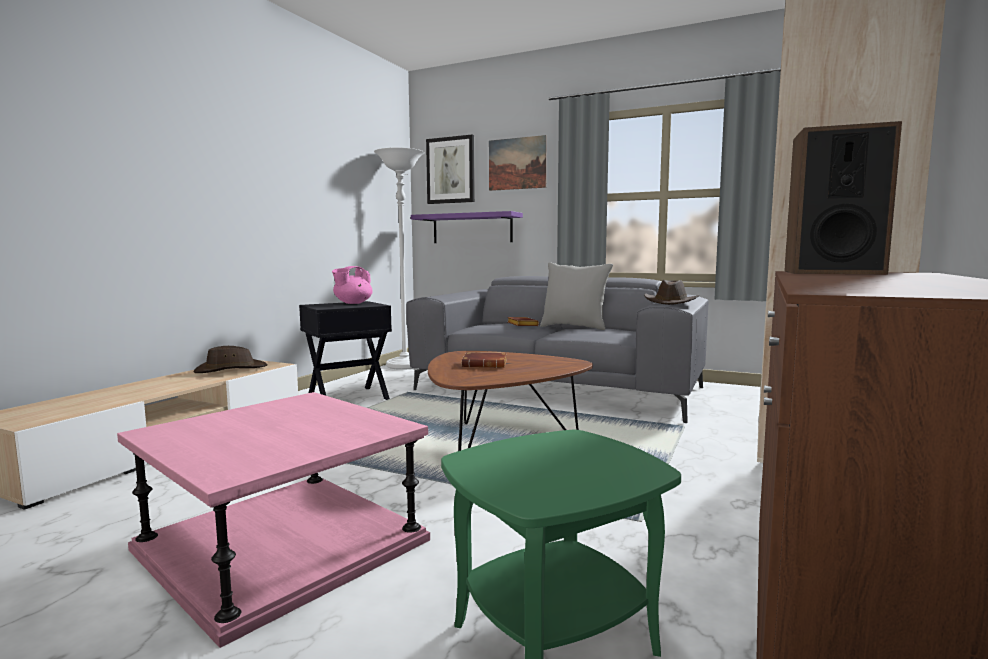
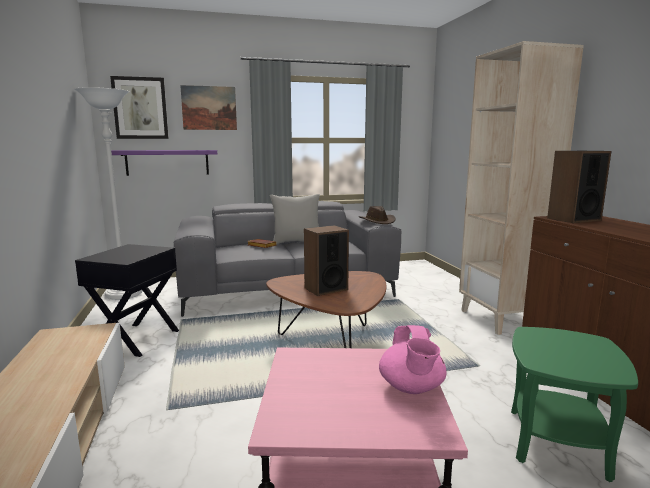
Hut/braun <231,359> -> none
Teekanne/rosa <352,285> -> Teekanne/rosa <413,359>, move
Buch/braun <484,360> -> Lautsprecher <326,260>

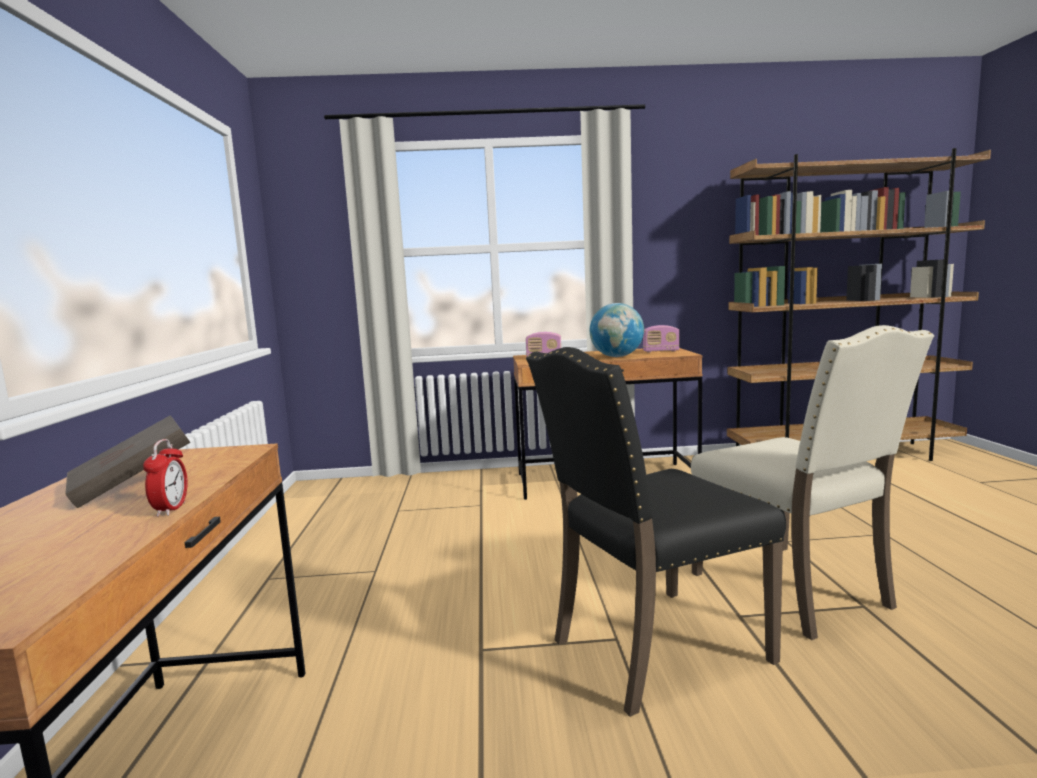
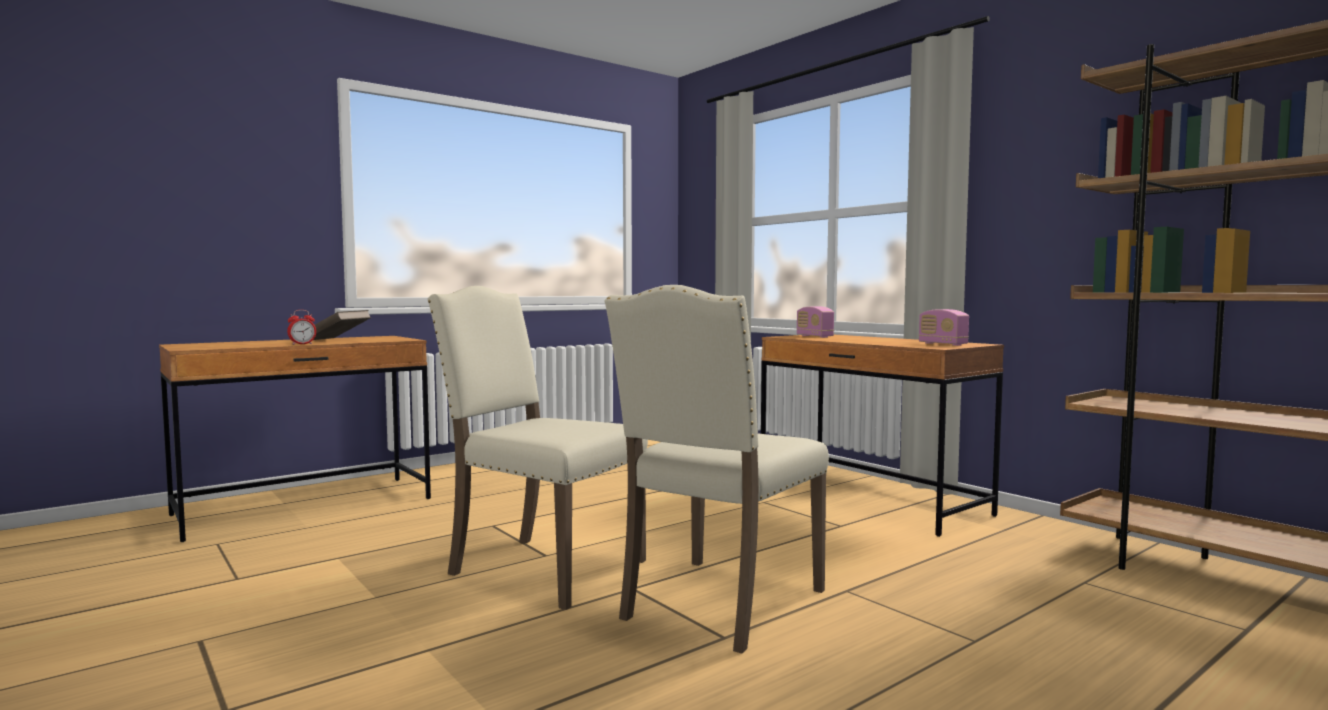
Globus <617,330> -> none
Stuhl/schwarz <656,532> -> Stuhl/beige <537,448>

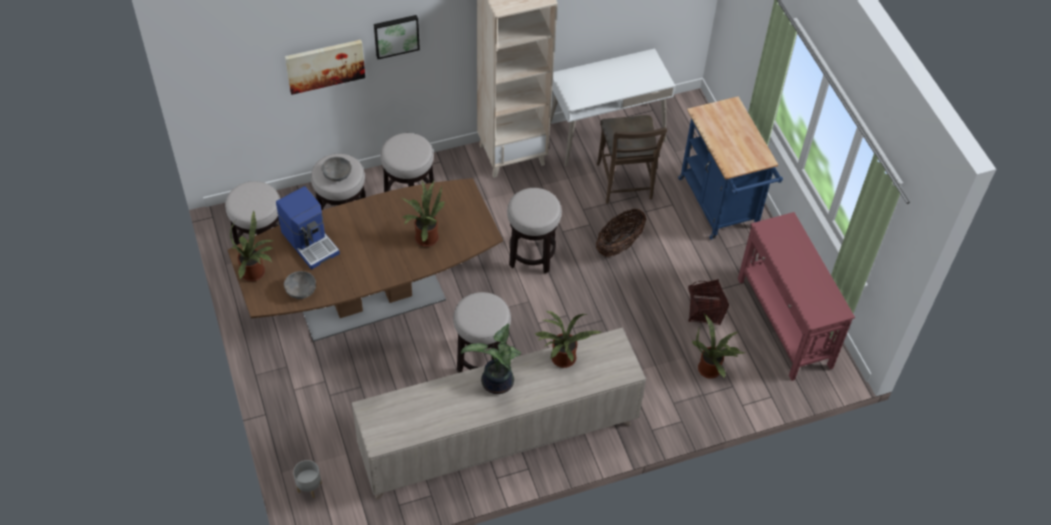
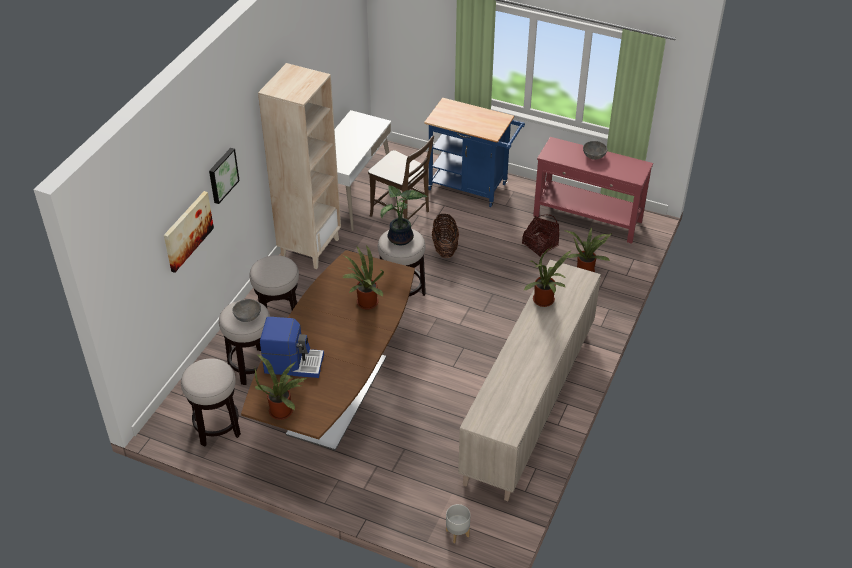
Hocker <482,332> -> none
Schüssel/grau <300,285> -> Schüssel/grau <595,150>, move
Topfpflanze <491,359> -> Topfpflanze <404,215>, move

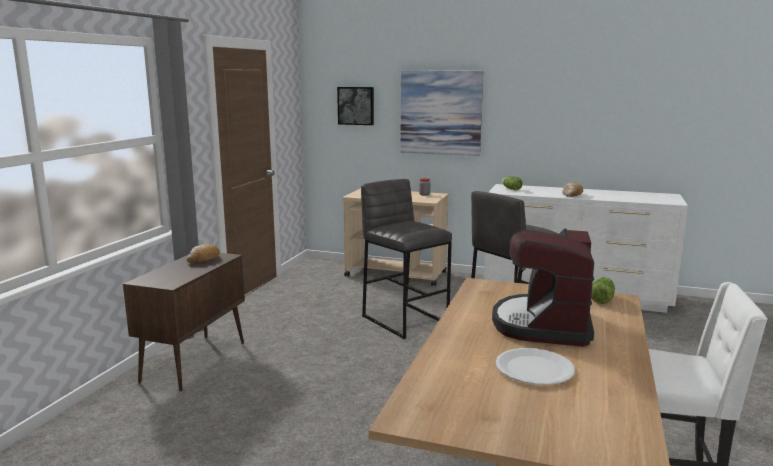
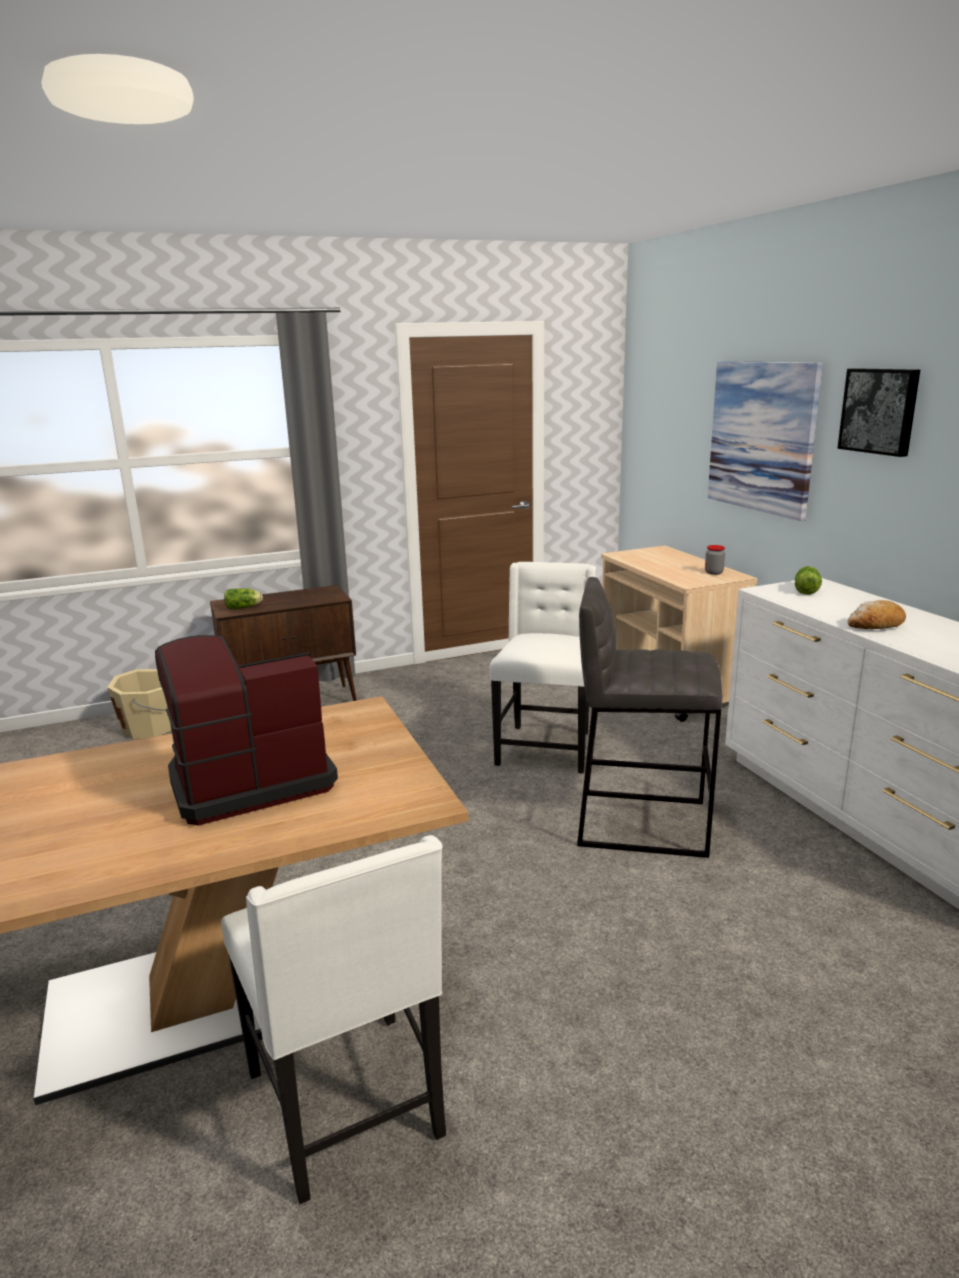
Brot <203,253> -> none
Teller/weiß <535,366> -> none
none -> Eimer/beige <139,704>
Bild <355,106> -> Bild <878,412>, move
Salatkopf <603,290> -> Salatkopf <243,598>, move
Hocker/grau <406,259> -> Stuhl/weiß <543,668>

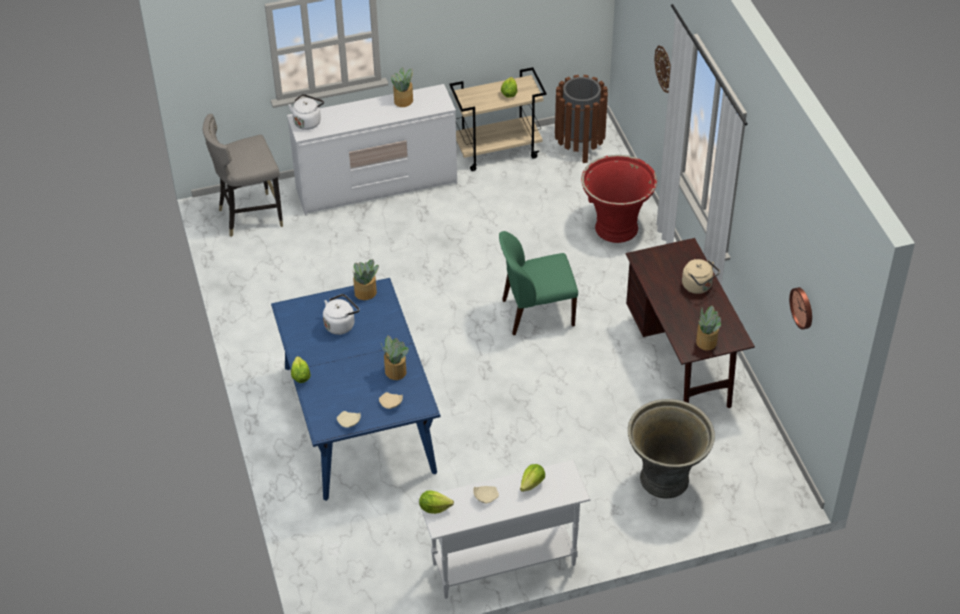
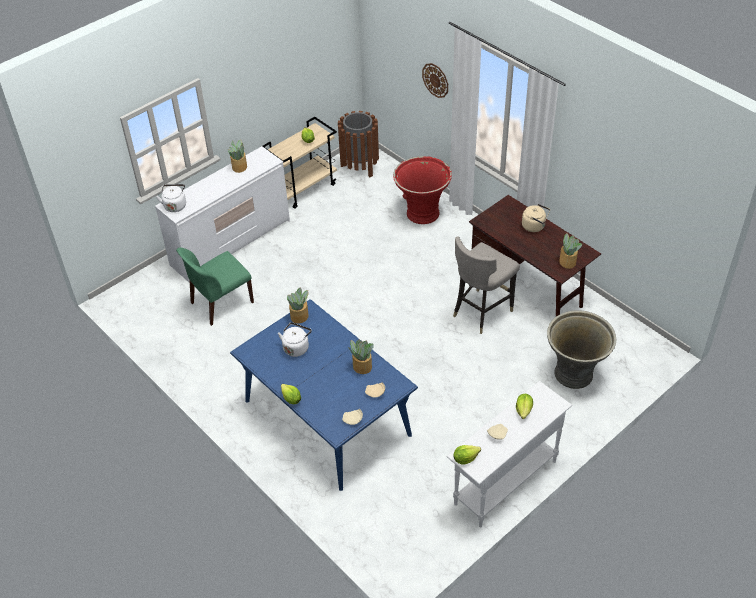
Wanduhr <800,308> -> none
Hocker/grau <243,175> -> Hocker/grau <486,285>, move
Stuhl/grün <538,283> -> Stuhl/grün <215,286>, move

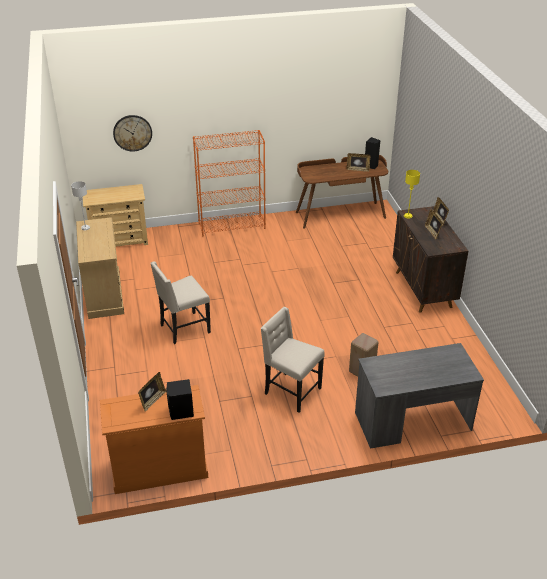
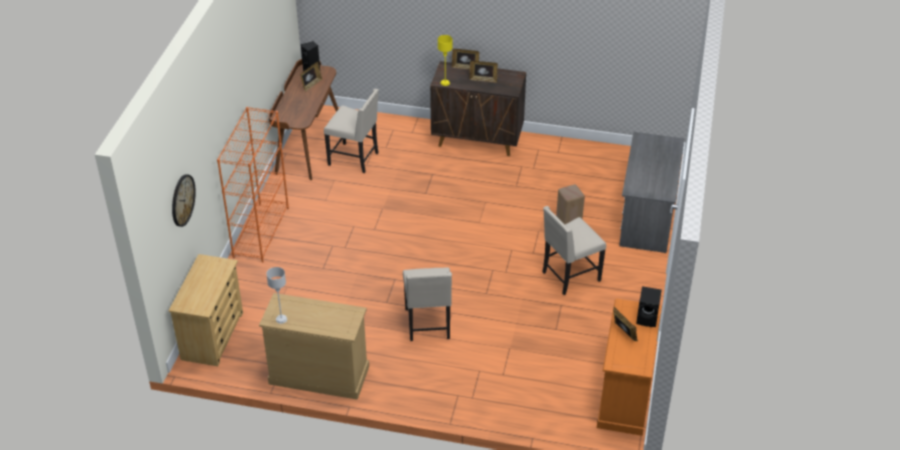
none -> Stuhl/beige <351,131>

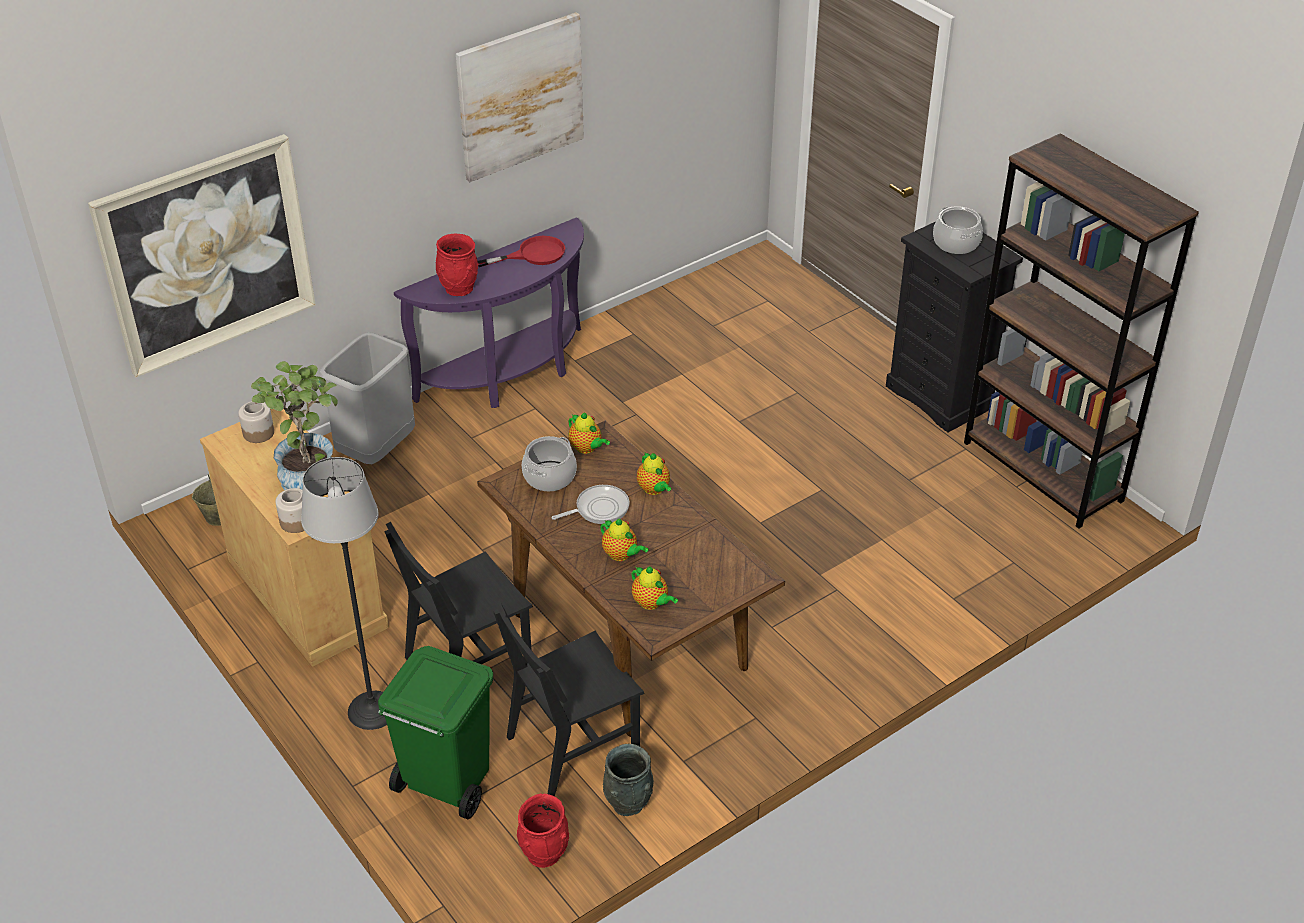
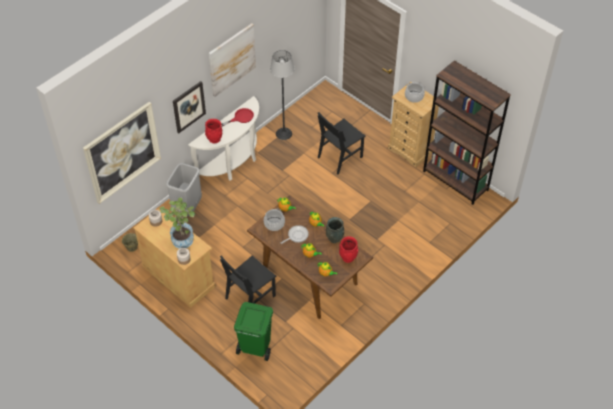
none -> Bild <189,107>
Stehlampe <344,593> -> Stehlampe <282,95>, move
Stuhl/schwarz <568,698> -> Stuhl/schwarz <342,143>, move
Vase/rot <543,831> -> Vase/rot <348,249>, move
Vase/grau <628,780> -> Vase/grau <335,230>, move
Konsolentisch/lila <489,312> -> Konsolentisch/weiß <223,138>
Kommode/schwarz <954,327> -> Kommode/beige <413,124>

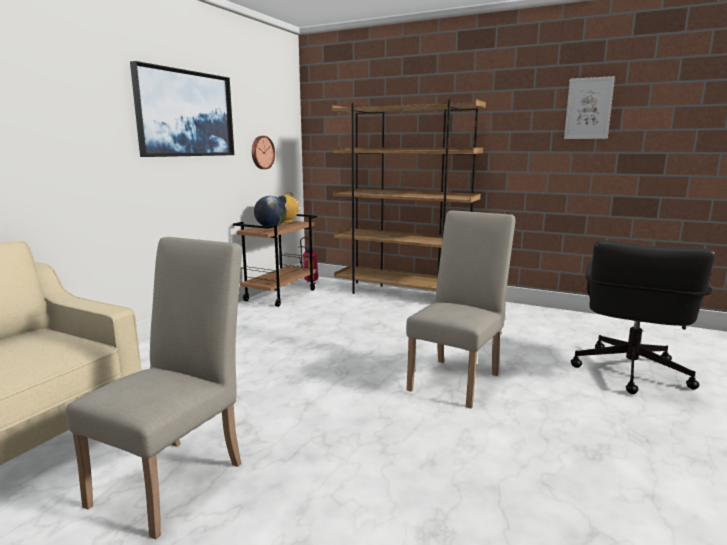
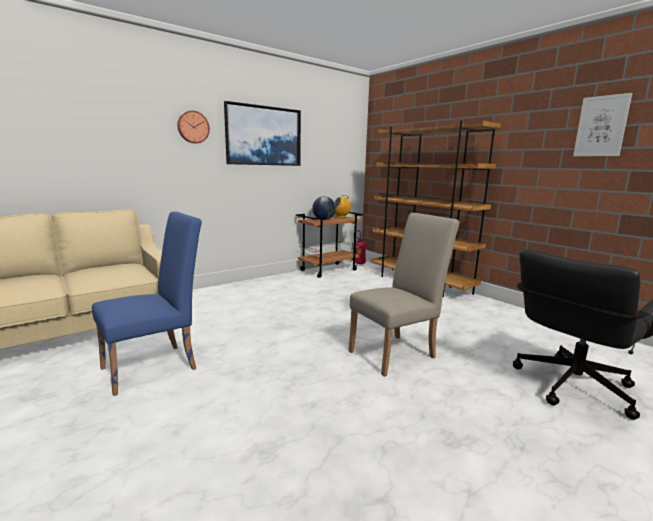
Wanduhr <263,152> -> Wanduhr <193,126>, move
Stuhl/beige <153,388> -> Stuhl/blau <147,303>

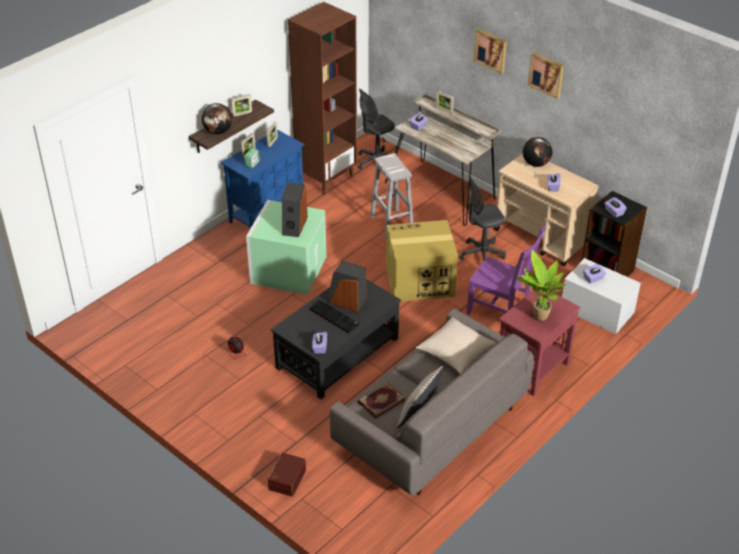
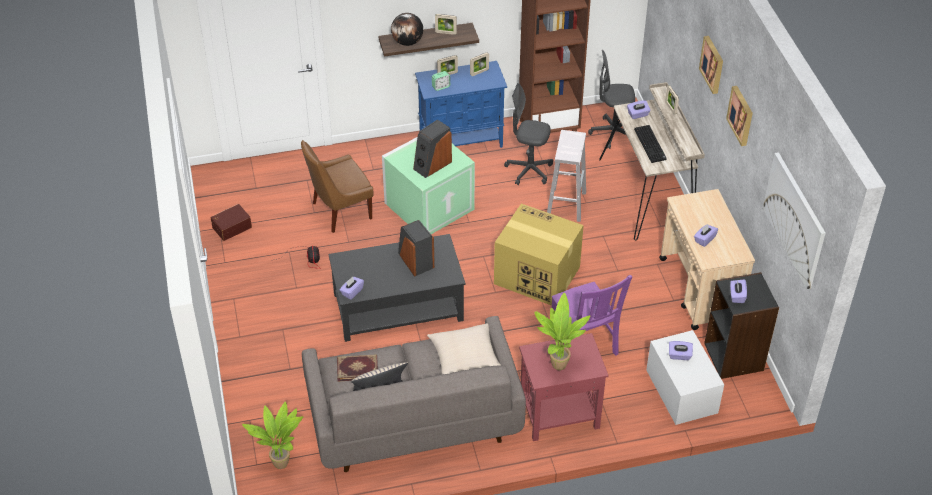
Globus <538,152> -> none
none -> Topfpflanze <273,435>
none -> Stuhl/braun <337,186>
none -> Bild <794,220>
Aufbewahrungsbox/braun <287,475> -> Aufbewahrungsbox/braun <231,222>, move
Tastatur <334,316> -> Tastatur <650,144>, move
Bürostuhl/grau <482,218> -> Bürostuhl/grau <528,134>, move

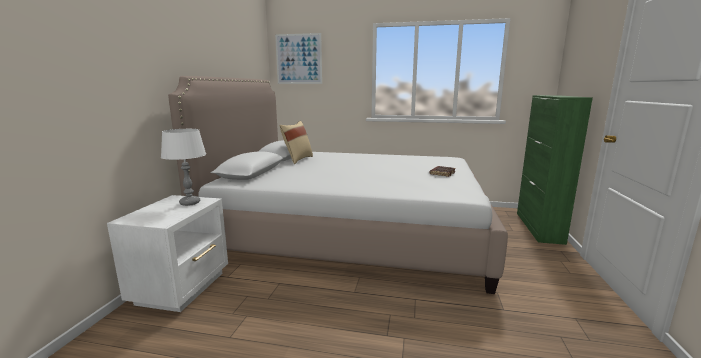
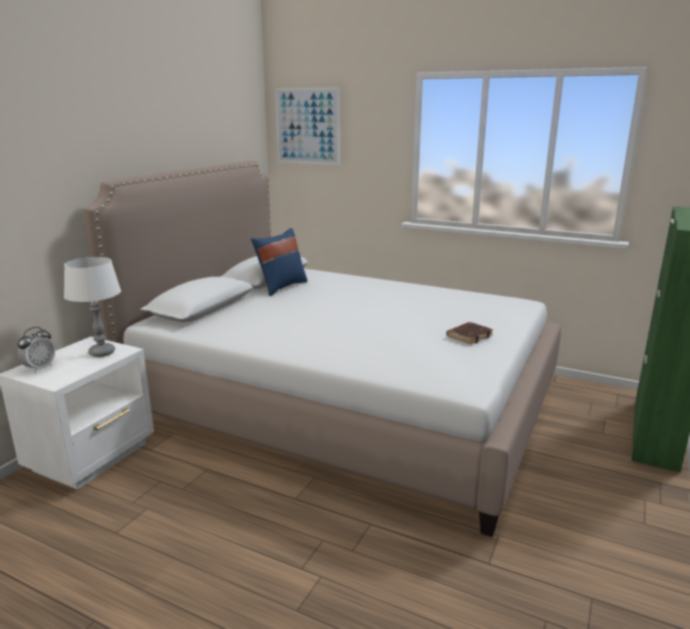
none -> Wecker <36,350>
Kissen/beige <296,142> -> Kissen/blau <279,262>

